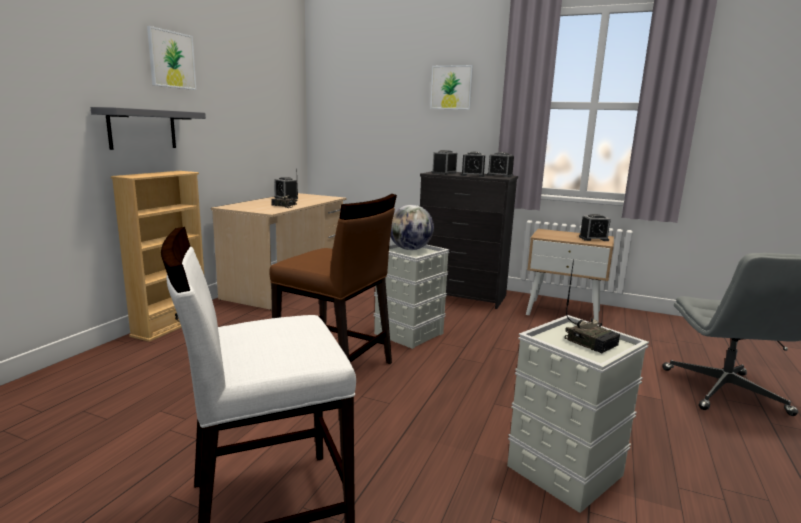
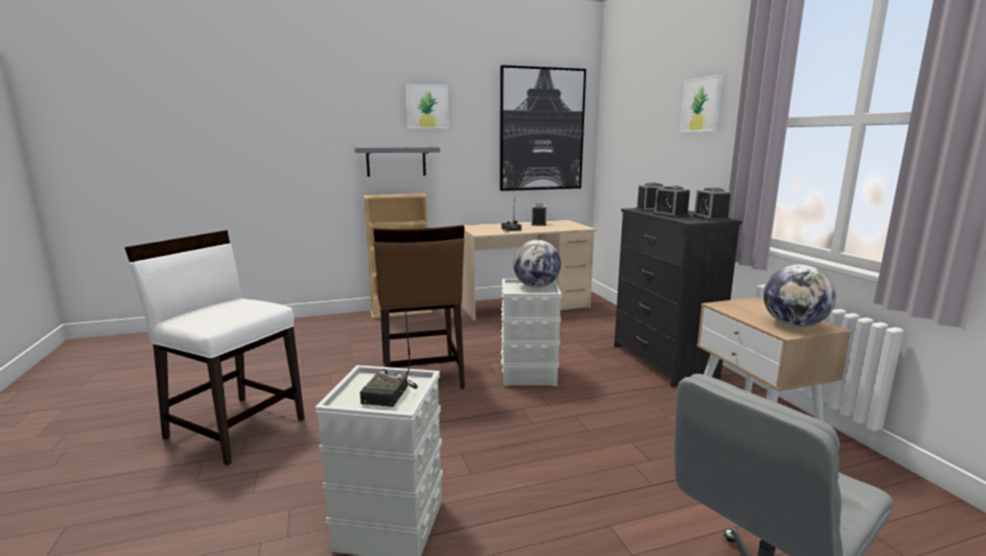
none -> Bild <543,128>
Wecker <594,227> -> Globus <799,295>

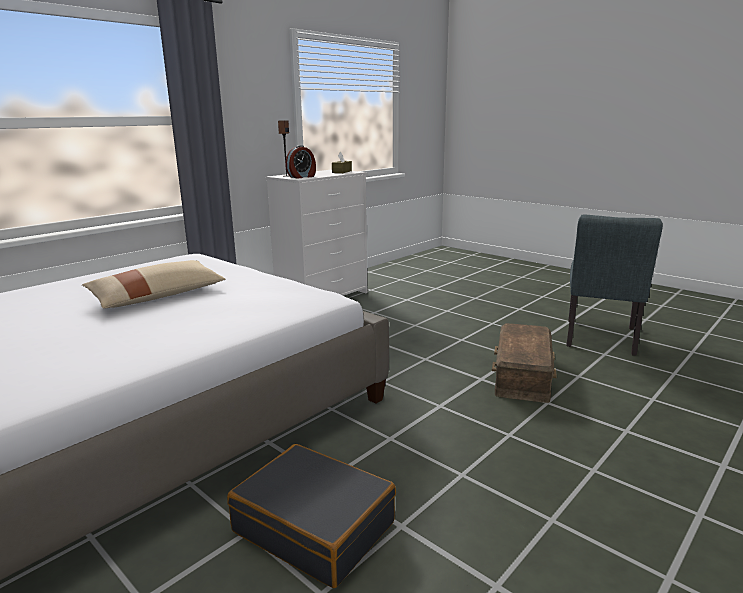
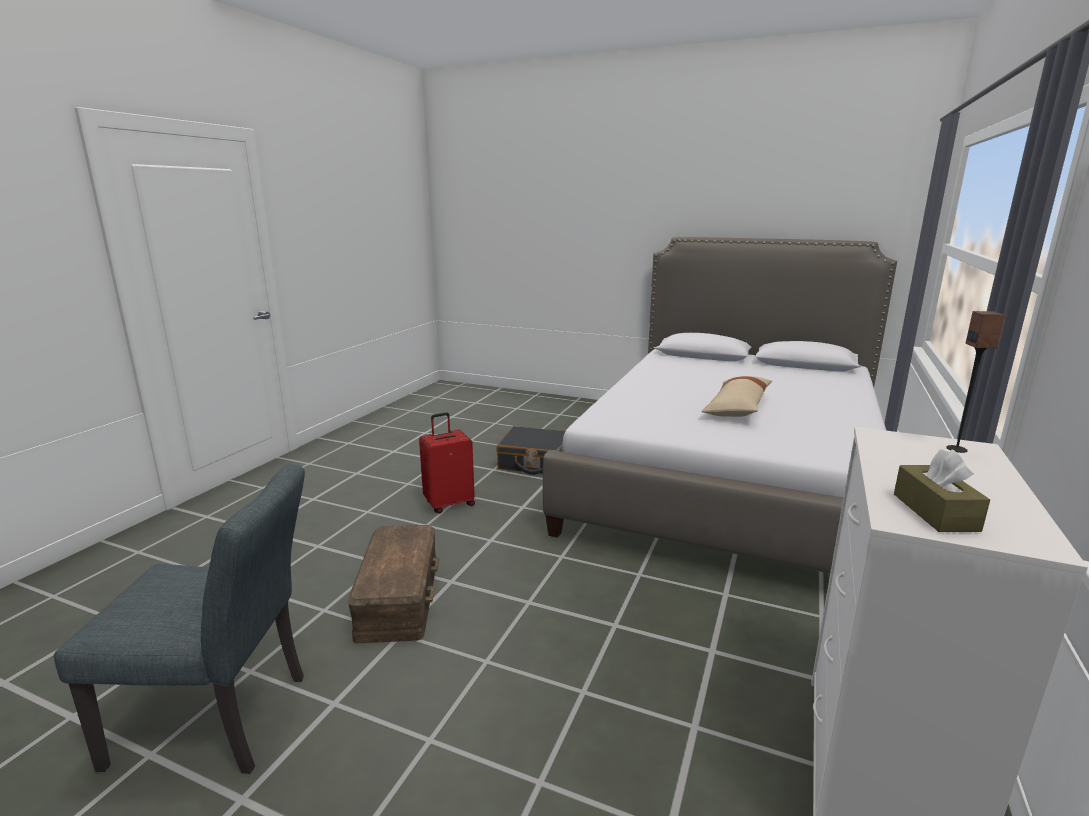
Wecker <300,161> -> none
none -> Koffer/rot <447,463>
Stuhl/grau <614,285> -> Stuhl/grau <179,619>, 90 degrees clockwise

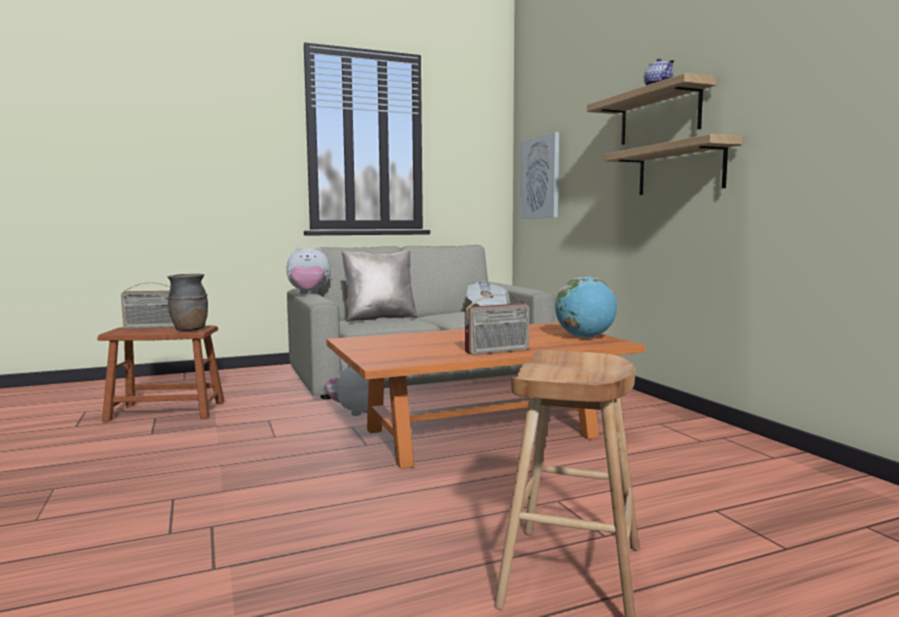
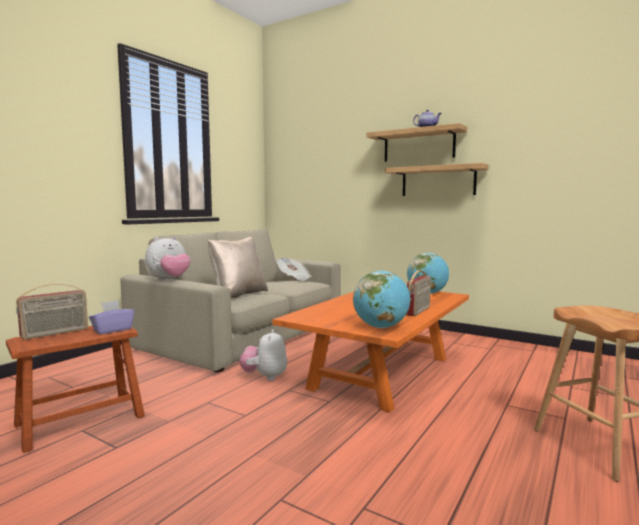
Bild <539,175> -> none
none -> Globus <381,299>
Vase/braun <188,302> -> Taschentuchbox/lila <112,317>

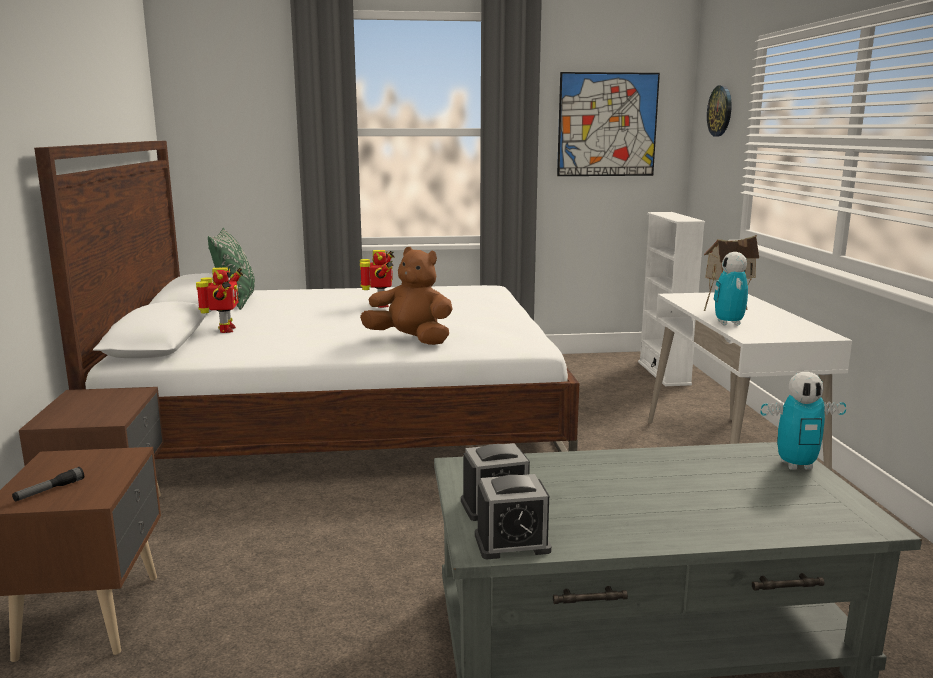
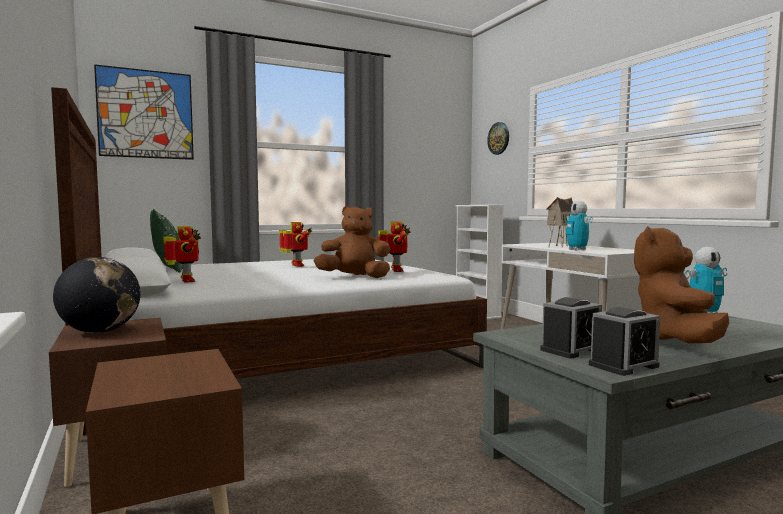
Taschenlampe <48,484> -> none
none -> Globus <96,295>
none -> Spielzeugroboter <394,247>
none -> Plüschtier/braun <681,284>
Bild <608,124> -> Bild <144,112>, move

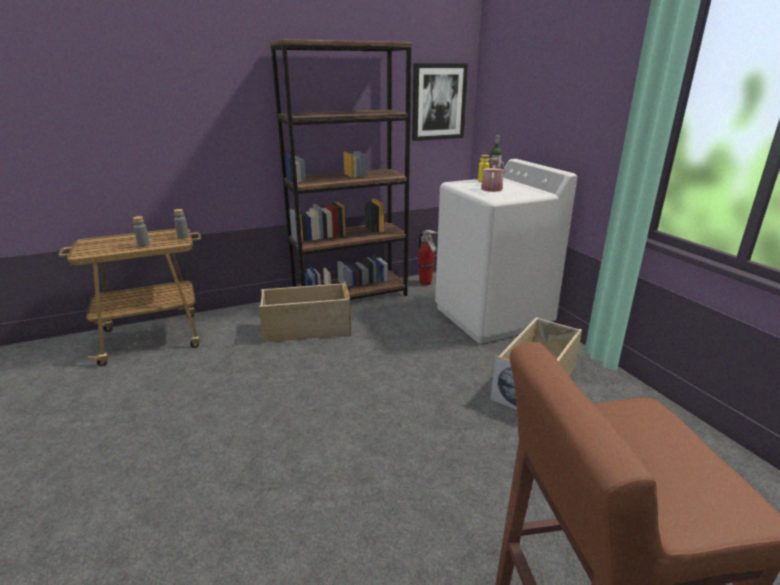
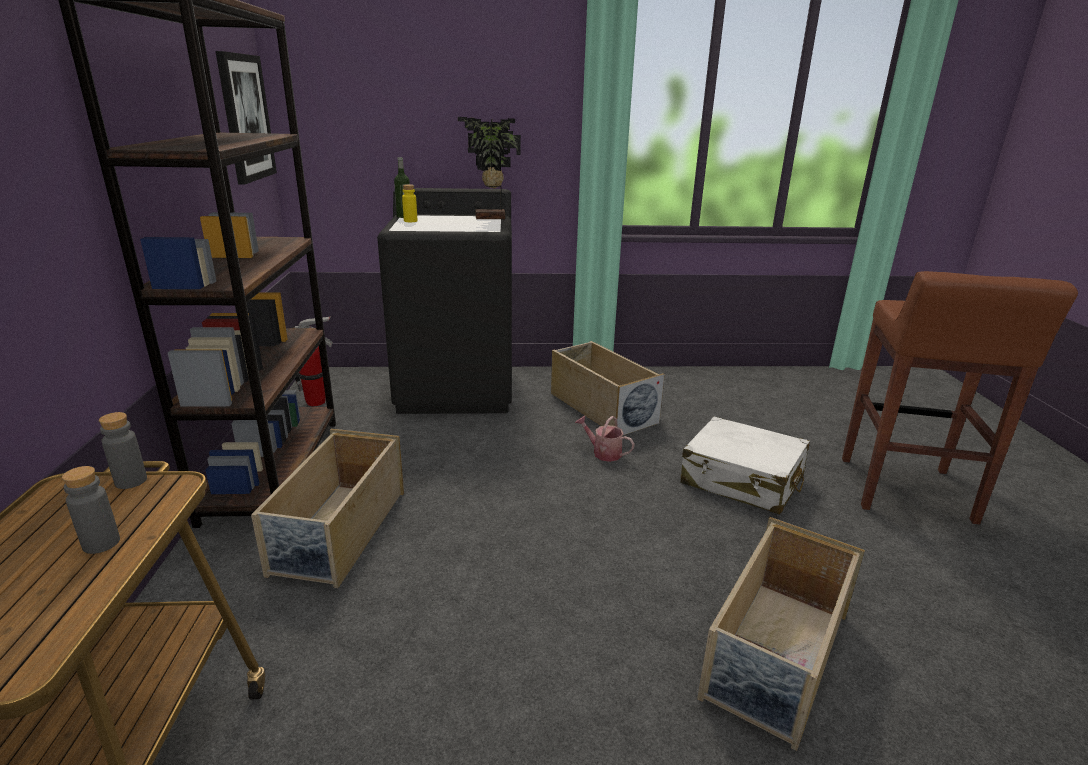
none -> Topfpflanze <489,168>
none -> Koffer/weiß <745,465>
none -> Aufbewahrungsbox/beige <781,634>
Gießkanne <493,175> -> Gießkanne <605,438>, move
Waschmaschine/weiß <506,251> -> Waschmaschine/schwarz <444,301>

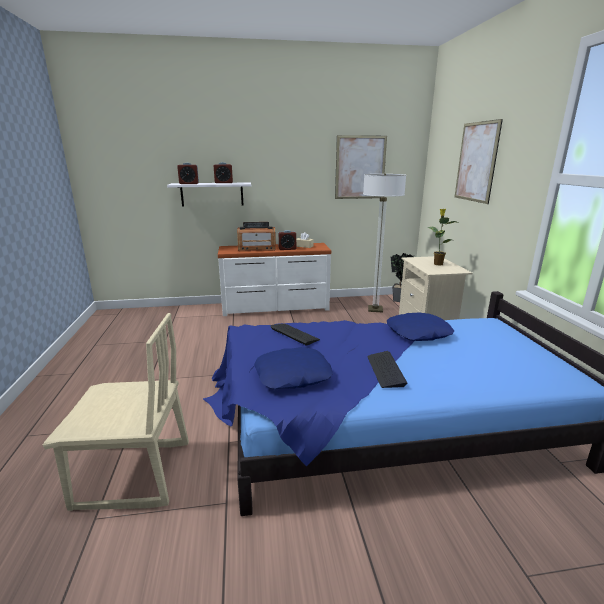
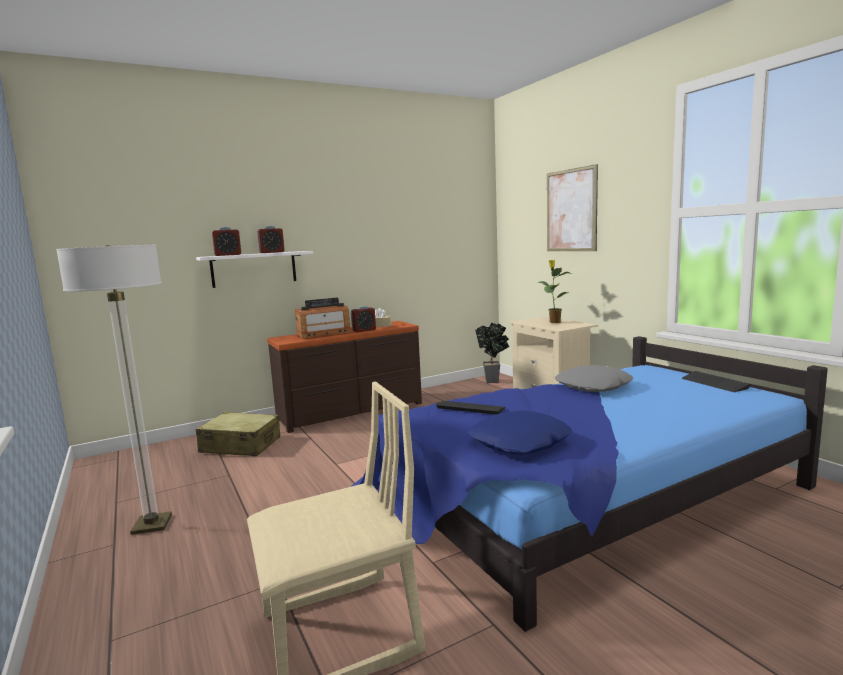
Bild <361,167> -> none
none -> Koffer/beige <238,434>
Stehlampe <384,243> -> Stehlampe <114,390>, move
Tastatur <387,369> -> Tastatur <716,381>, move
Kommode/weiß <274,279> -> Kommode/braun <344,377>
Kissen/blau <420,327> -> Kissen/grau <594,378>

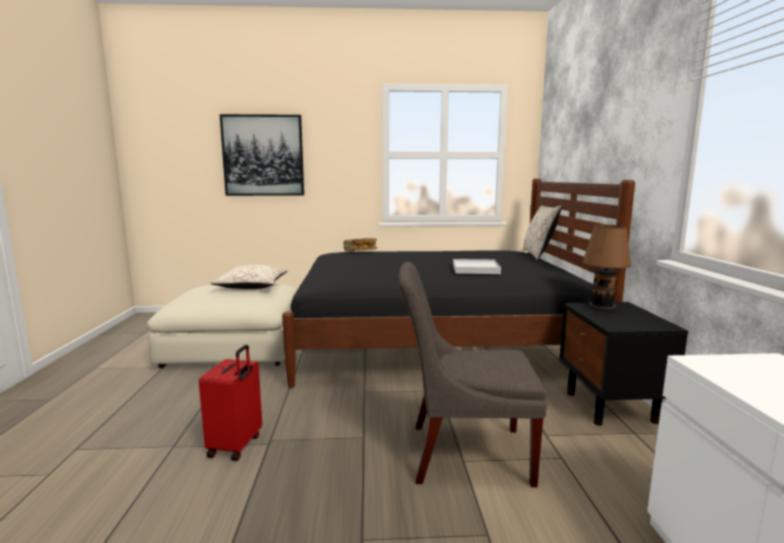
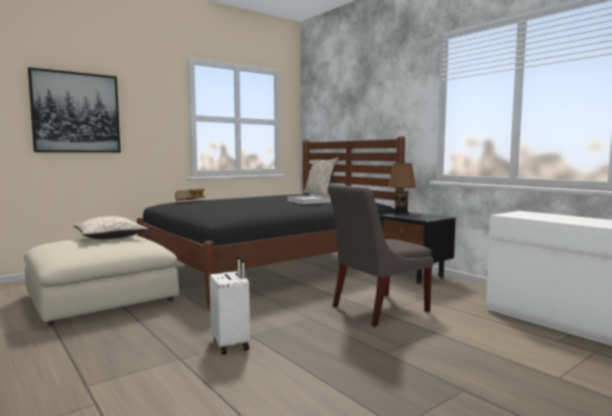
Koffer/rot <230,403> -> Koffer/weiß <230,305>

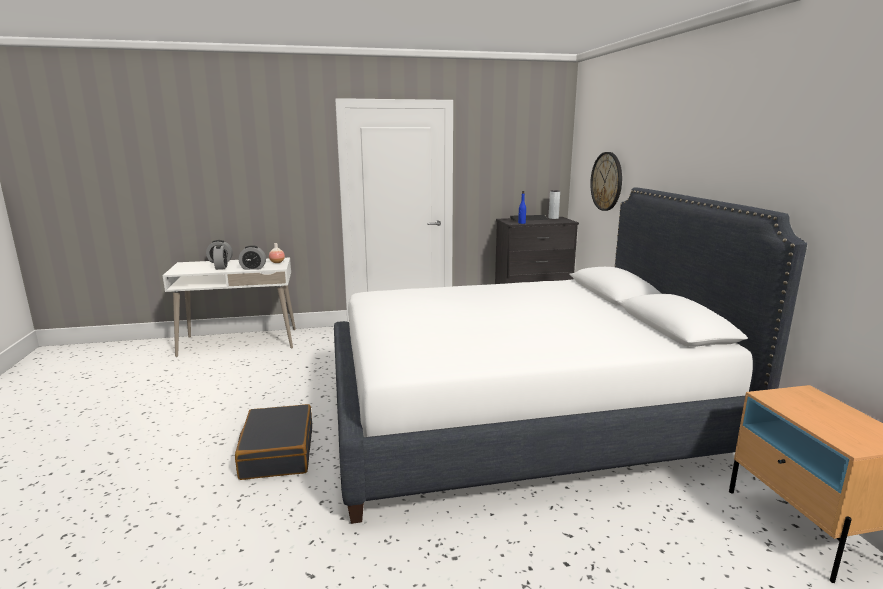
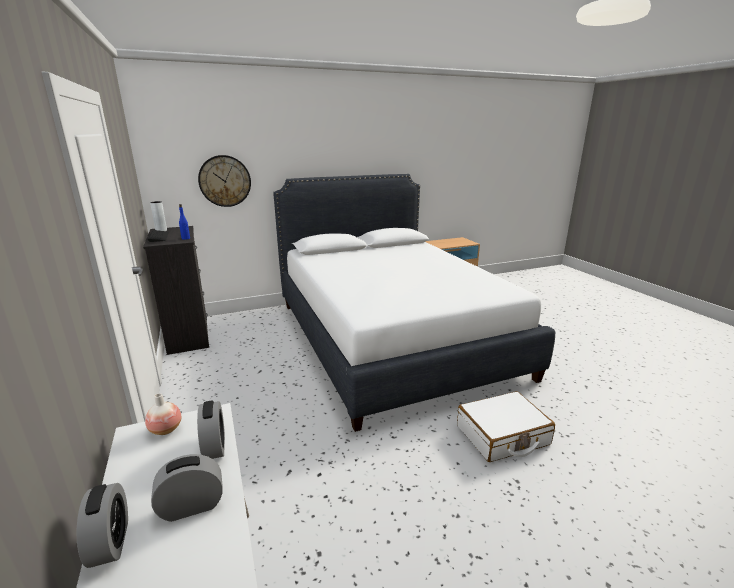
Koffer/schwarz <273,442> -> Koffer/weiß <506,426>

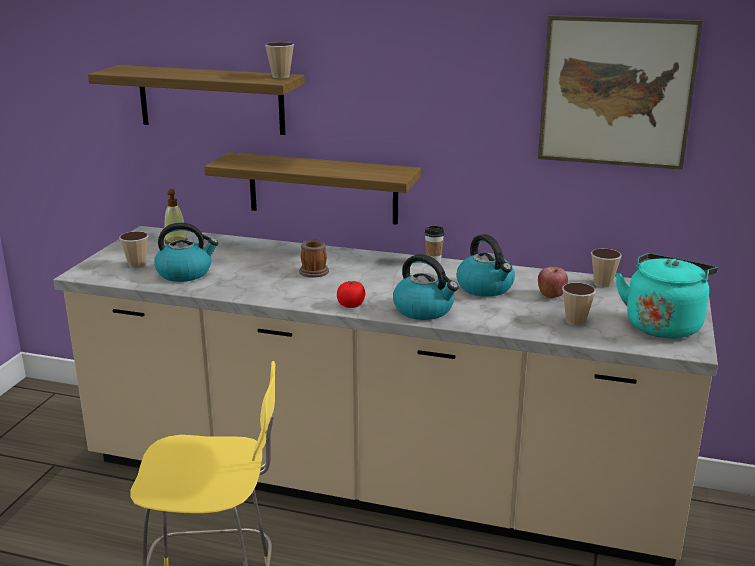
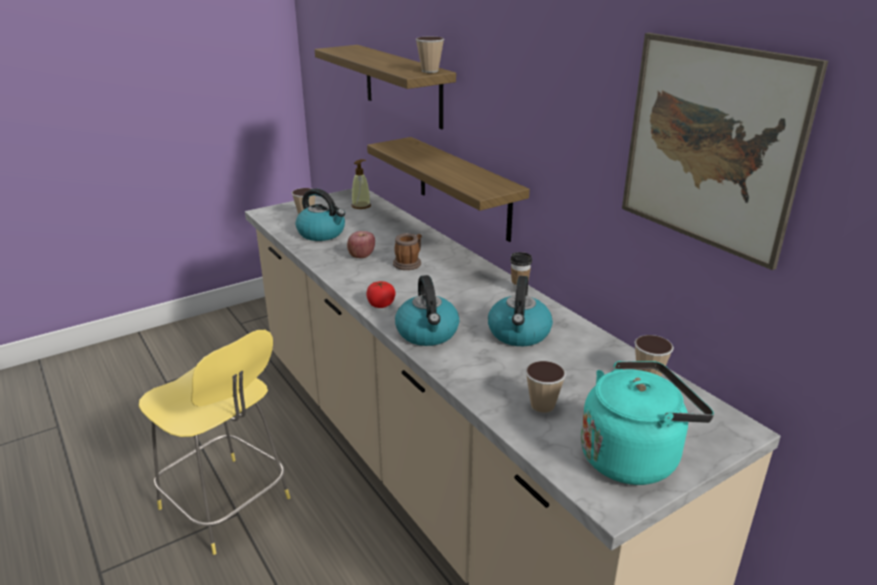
Apfel <553,282> -> Apfel <361,244>, move

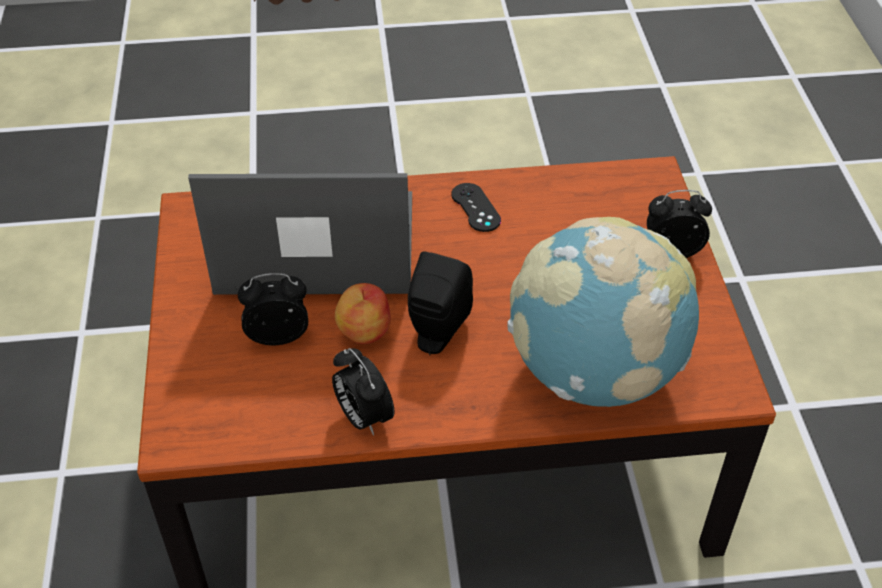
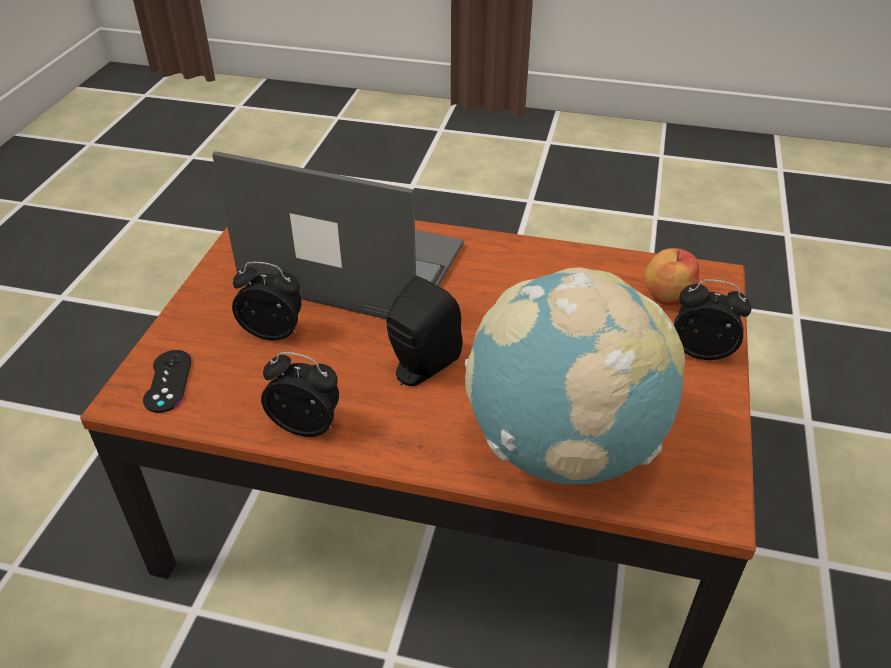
Apfel <363,313> -> Apfel <672,276>, move
Gamepad/schwarz <476,207> -> Gamepad/schwarz <167,381>, move
Wecker <363,392> -> Wecker <300,394>, 120 degrees clockwise

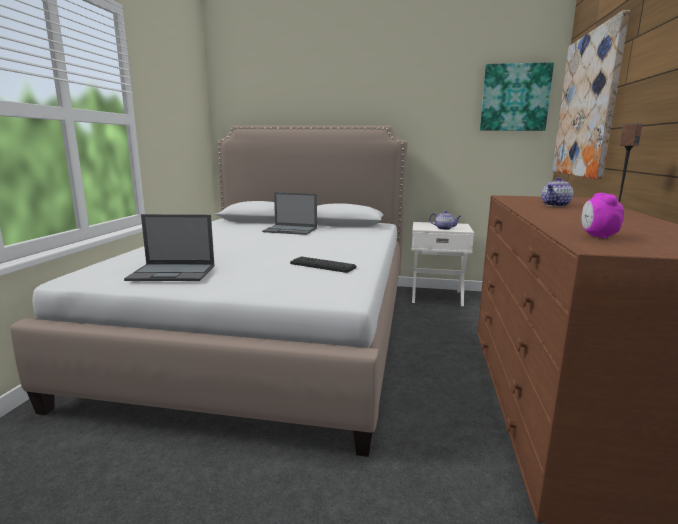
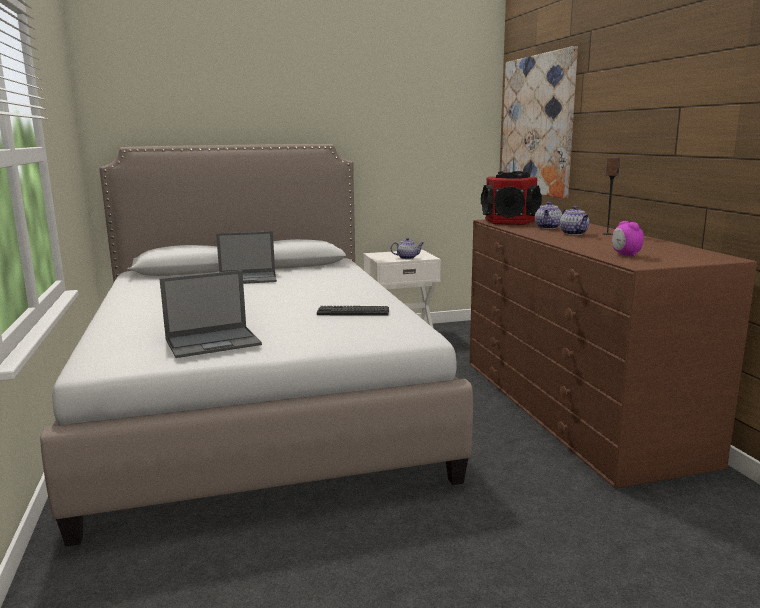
Bild <517,96> -> none
none -> Lautsprecher <511,198>
none -> Teekanne <574,220>

